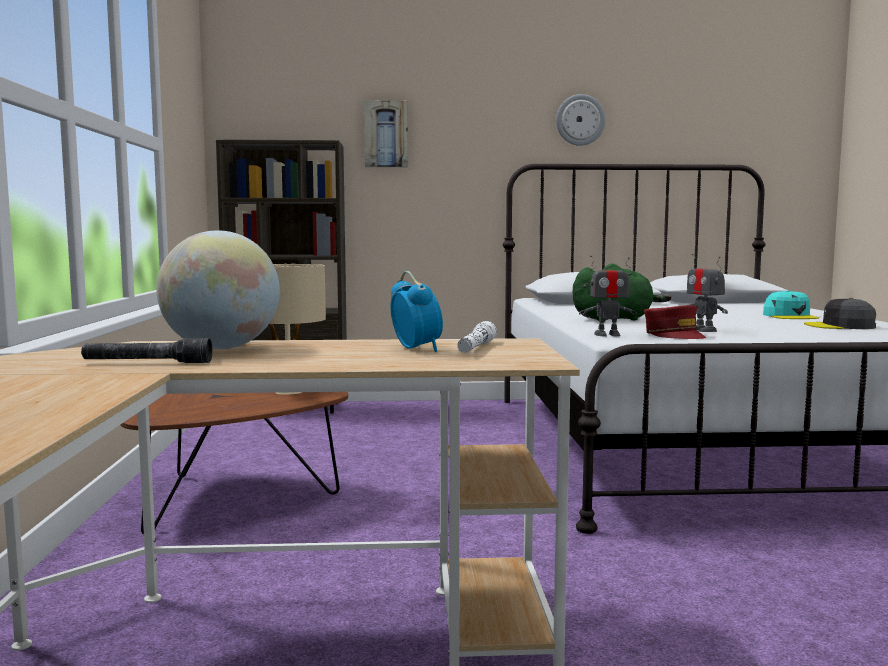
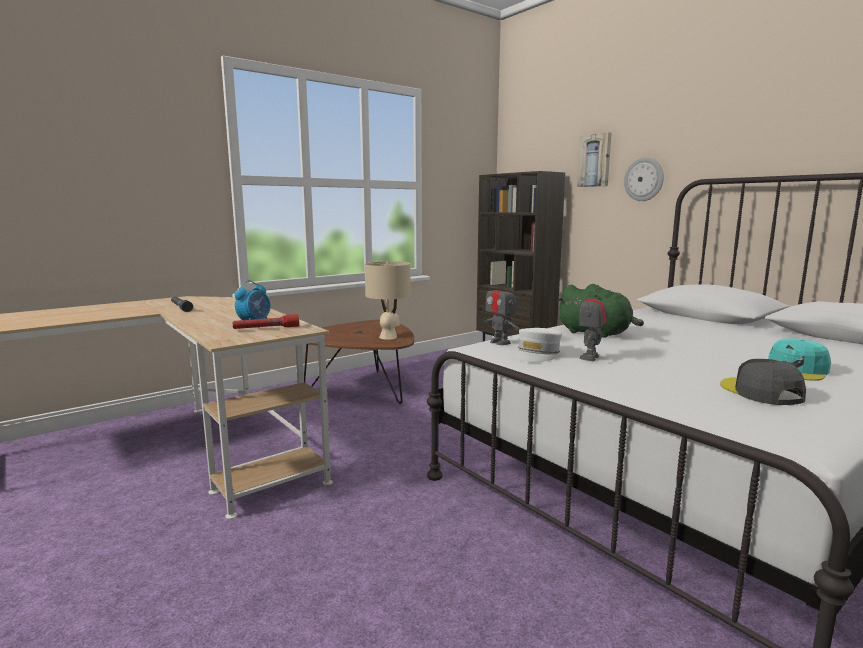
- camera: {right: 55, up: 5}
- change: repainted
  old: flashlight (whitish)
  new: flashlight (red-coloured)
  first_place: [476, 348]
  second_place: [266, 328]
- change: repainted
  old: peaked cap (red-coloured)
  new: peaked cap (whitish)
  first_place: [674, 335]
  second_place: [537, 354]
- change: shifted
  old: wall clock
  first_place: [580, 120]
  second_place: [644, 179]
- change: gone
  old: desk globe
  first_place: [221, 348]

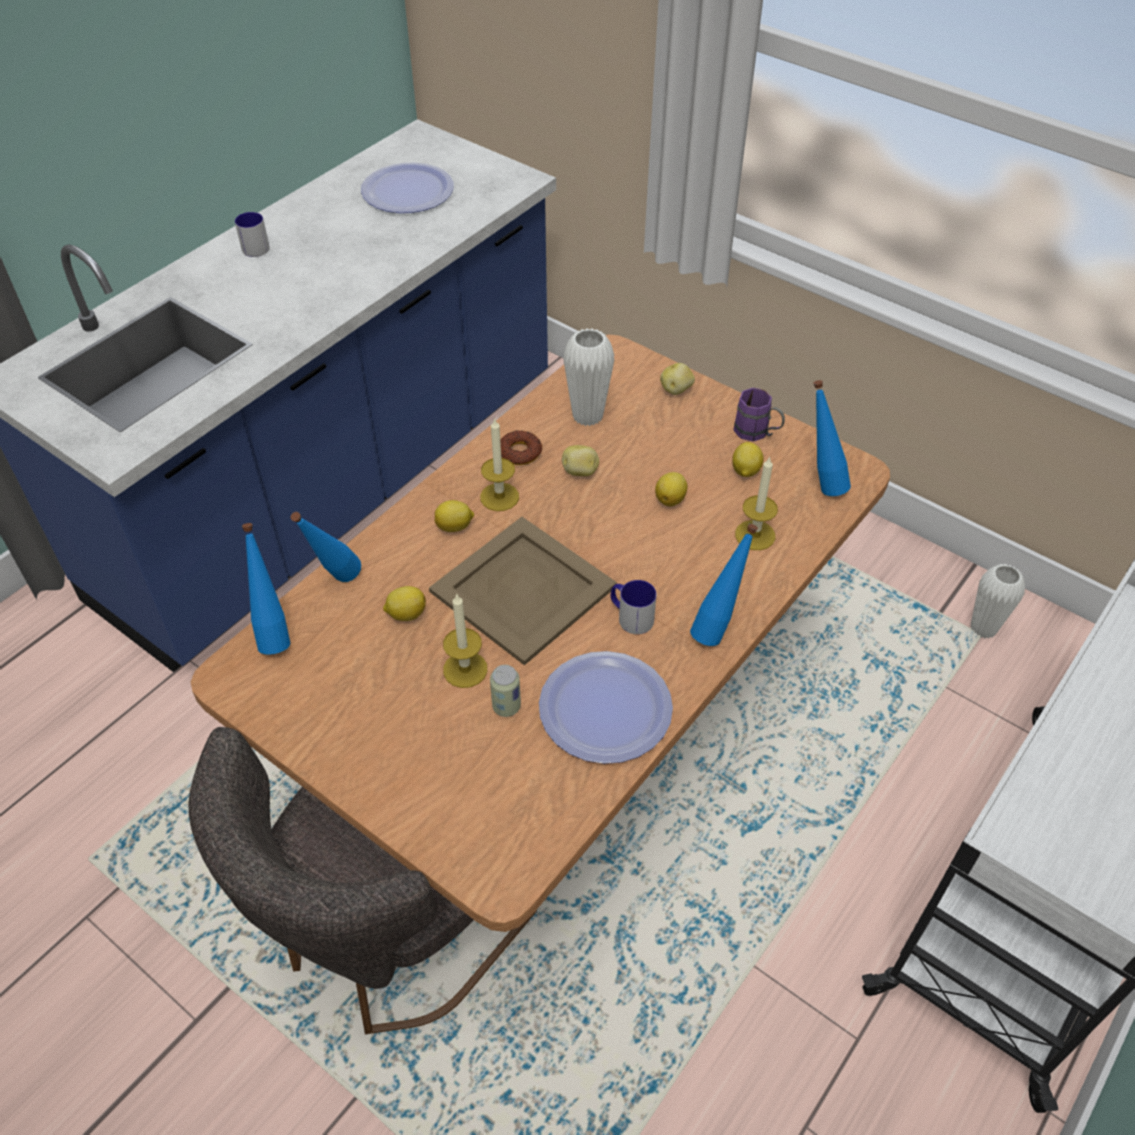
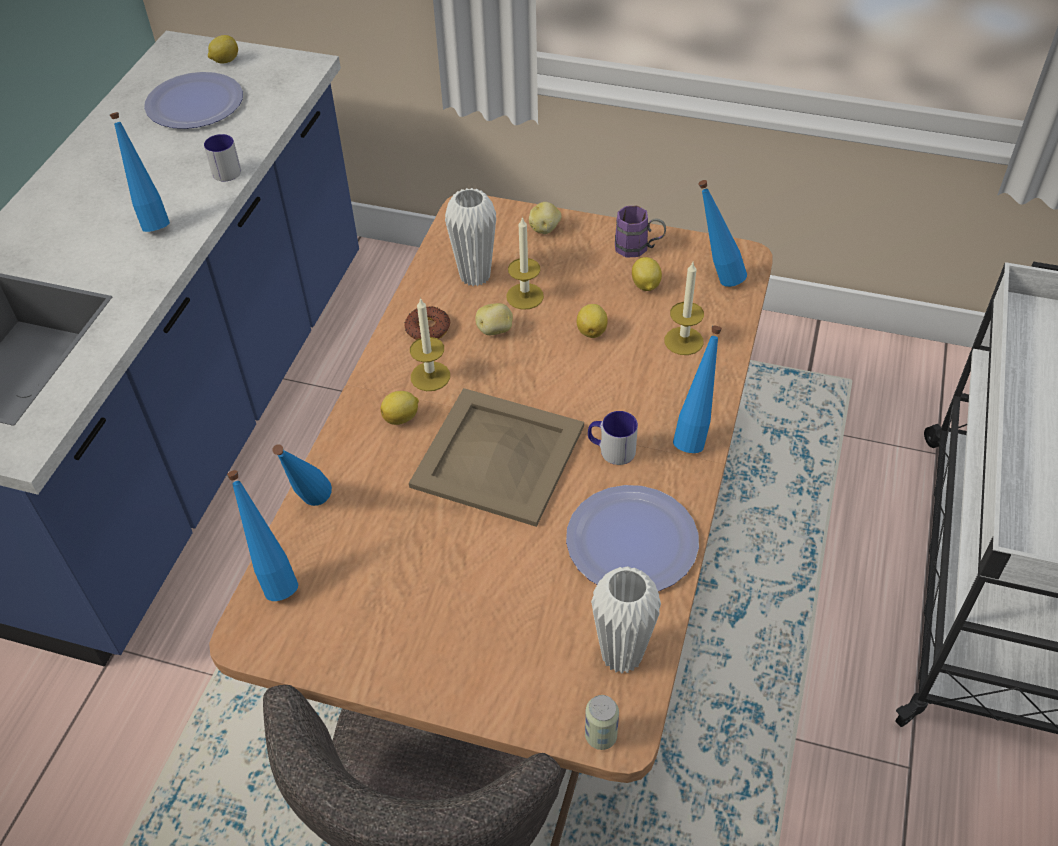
- camera: {right: -20, up: 0}
- change: new
  new: beverage bottle (bluish)
  second_place: [152, 220]
- change: shifted
  old: tea mug
  first_place: [255, 246]
  second_place: [223, 169]
- change: shifted
  old: citrus fruit
  first_place: [406, 614]
  second_place: [225, 61]
- change: shifted
  old: candle
  first_place: [465, 669]
  second_place: [525, 296]
- change: shifted
  old: sealed can
  first_place: [506, 706]
  second_place: [600, 736]
- change: shifted
  old: flower vase (whitish)
  first_place: [983, 628]
  second_place: [621, 656]

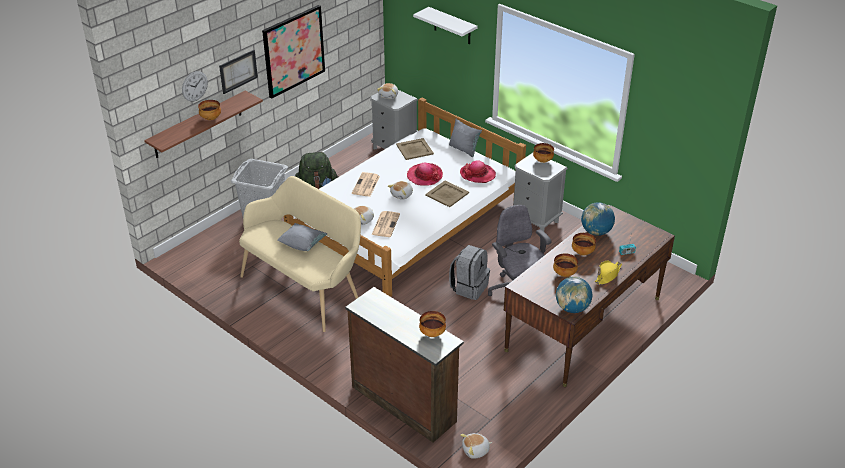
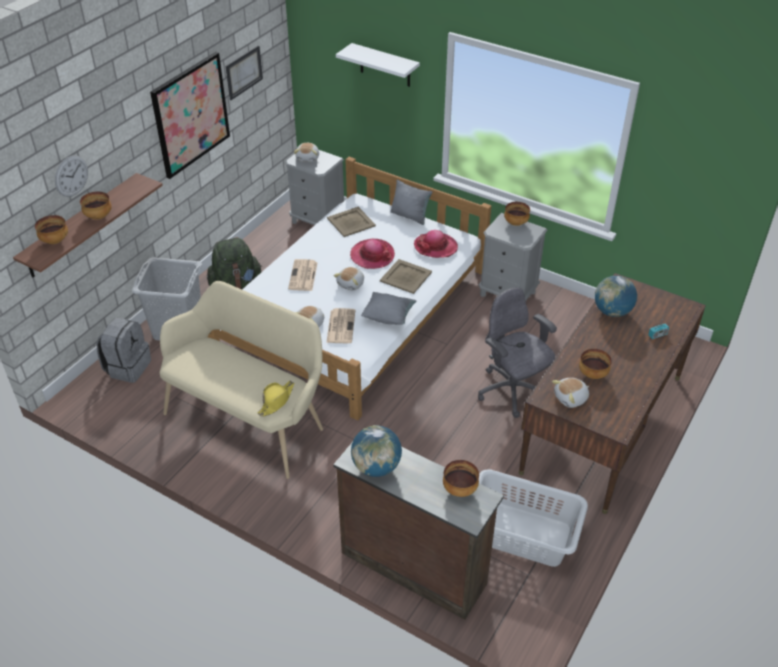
- camera: {right: -10, up: 5}
- change: shifted
  old: deep dish
  first_place: [582, 252]
  second_place: [54, 241]
- change: shifted
  old: knapsack (greyish)
  first_place: [469, 287]
  second_place: [127, 367]
- change: shifted
  old: wall picture
  first_place: [238, 71]
  second_place: [243, 72]
- change: shifted
  old: clothing hat (yellowish)
  first_place: [608, 275]
  second_place: [276, 401]
- change: shifted
  old: desk globe
  first_place: [572, 308]
  second_place: [376, 467]
- change: shifted
  old: pillow (greyish)
  first_place: [302, 245]
  second_place: [388, 317]
- change: new
  new: laundry basket (greyish)
  second_place: [522, 534]
- change: shifted
  old: soft toy
  first_place: [476, 451]
  second_place: [571, 398]

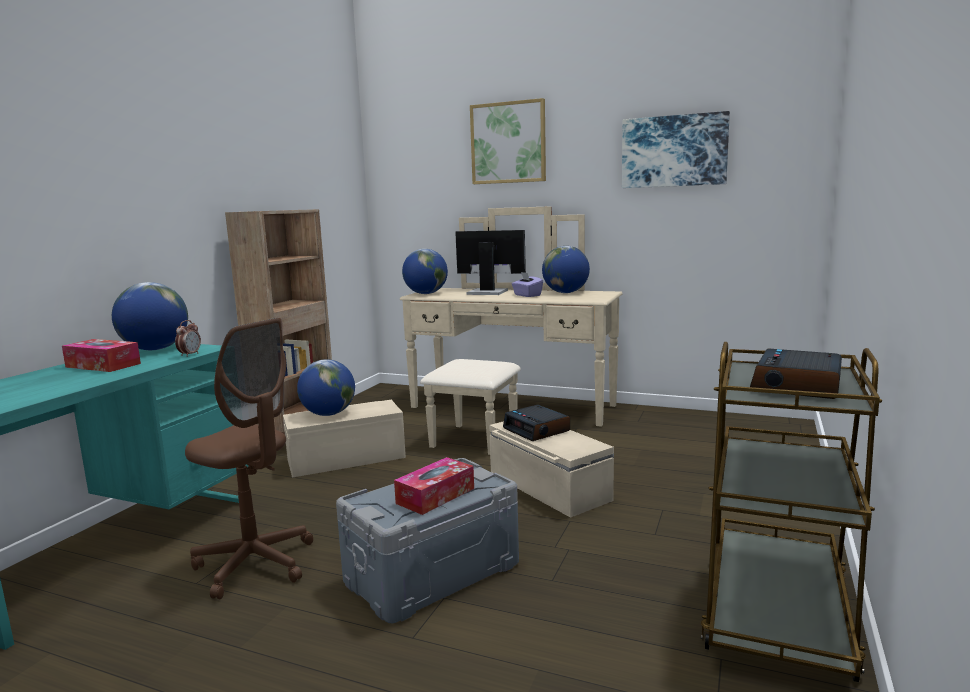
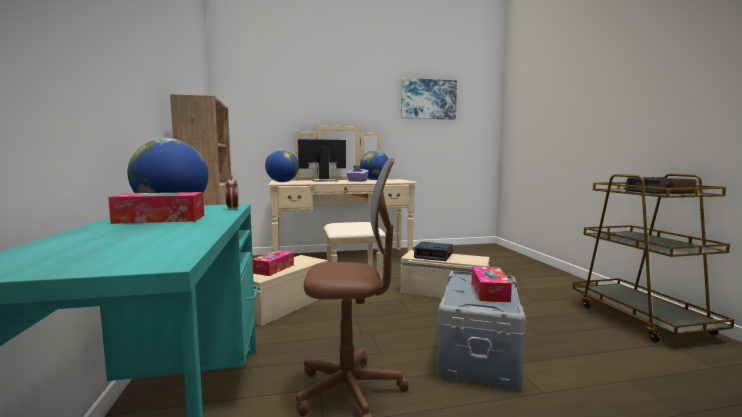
- camera: {right: -35, up: -5}
- change: swapped
  old: desk globe
  new: tissue holder
  first_place: [328, 414]
  second_place: [273, 269]
- change: gone
  old: wall picture
  first_place: [508, 143]

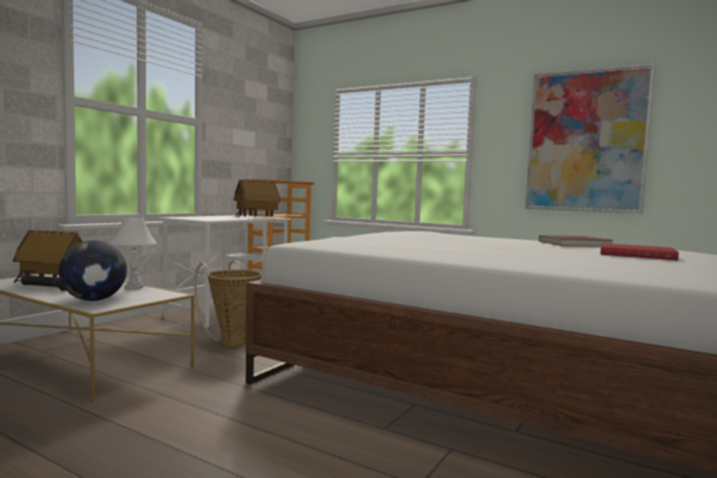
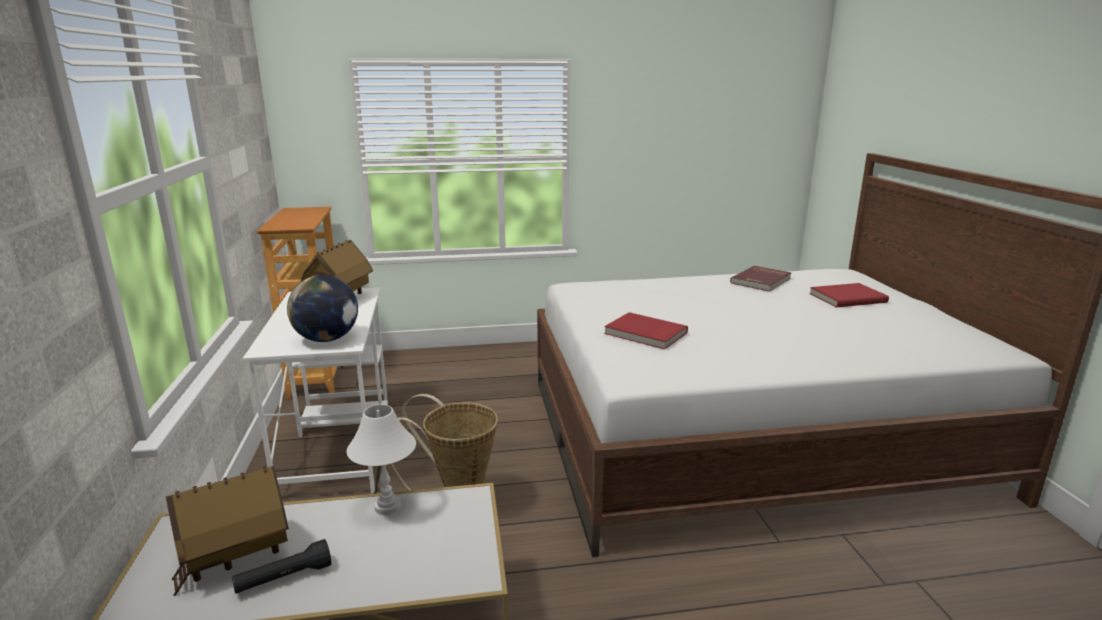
- camera: {right: -40, up: 15}
- change: shifted
  old: desk globe
  first_place: [94, 300]
  second_place: [327, 339]
- change: new
  new: book (red-coloured)
  second_place: [645, 333]
- change: gone
  old: wall picture
  first_place: [586, 141]

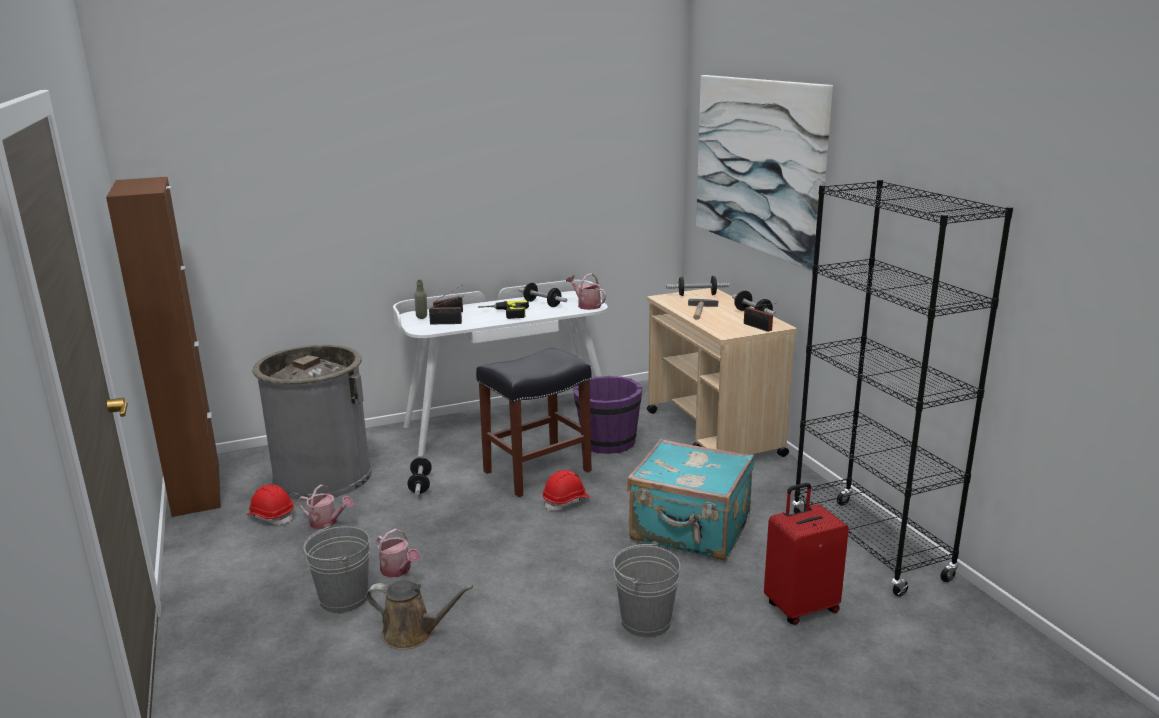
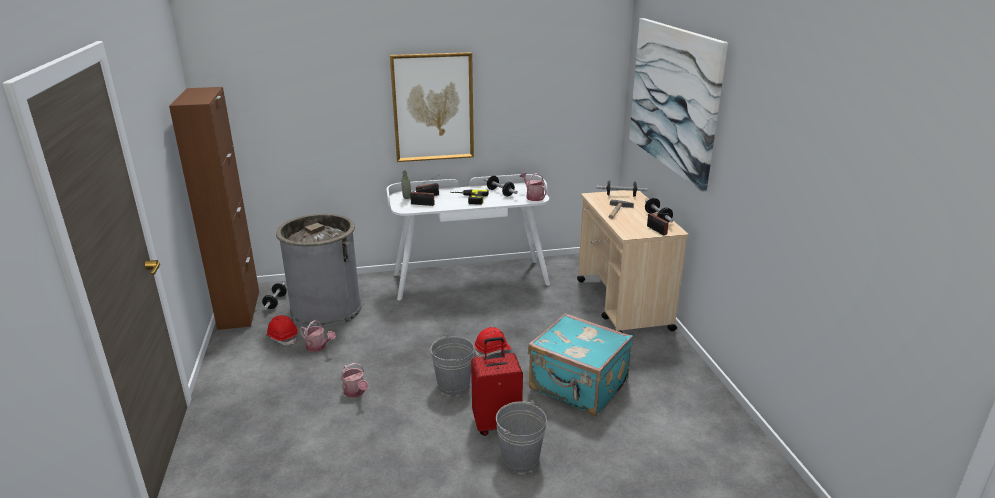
- camera: {right: 10, up: 5}
- change: shifted
  old: hand weight
  first_place: [420, 484]
  second_place: [275, 302]
- change: new
  new: wall picture
  second_place: [433, 107]
- change: shifted
  old: water bucket (greyish)
  first_place: [344, 598]
  second_place: [453, 385]
- change: shifted
  old: suitcase (red-coloured)
  first_place: [800, 607]
  second_place: [497, 423]
- change: gone
  old: sprinkling can (brownish)
  first_place: [413, 633]
- change: gone
  old: sitting stool (black)
  first_place: [536, 472]
- change: gone
  old: water bucket (purplish)
  first_place: [607, 443]
- change: gone
  old: bookshelf (black)
  first_place: [869, 546]

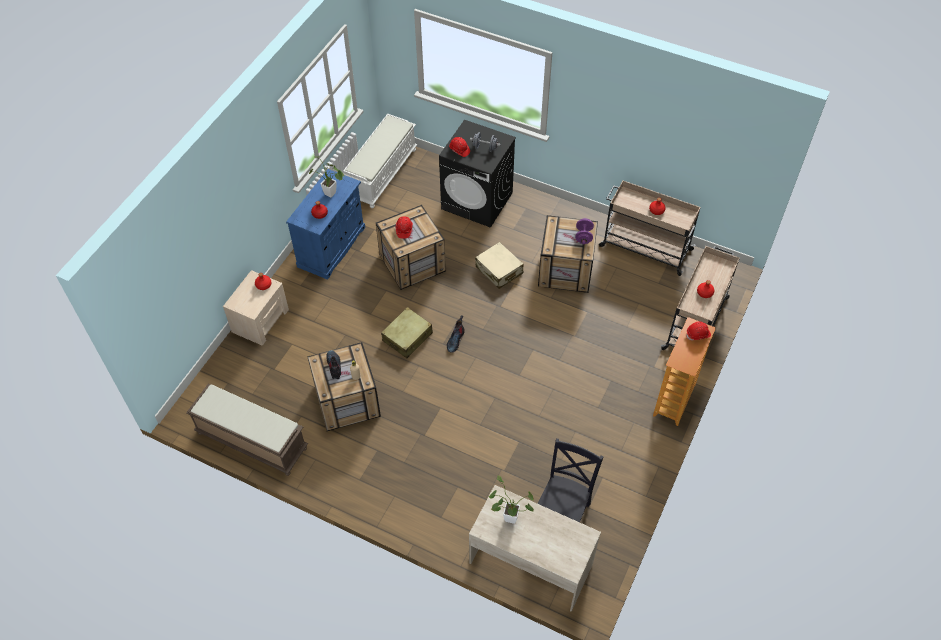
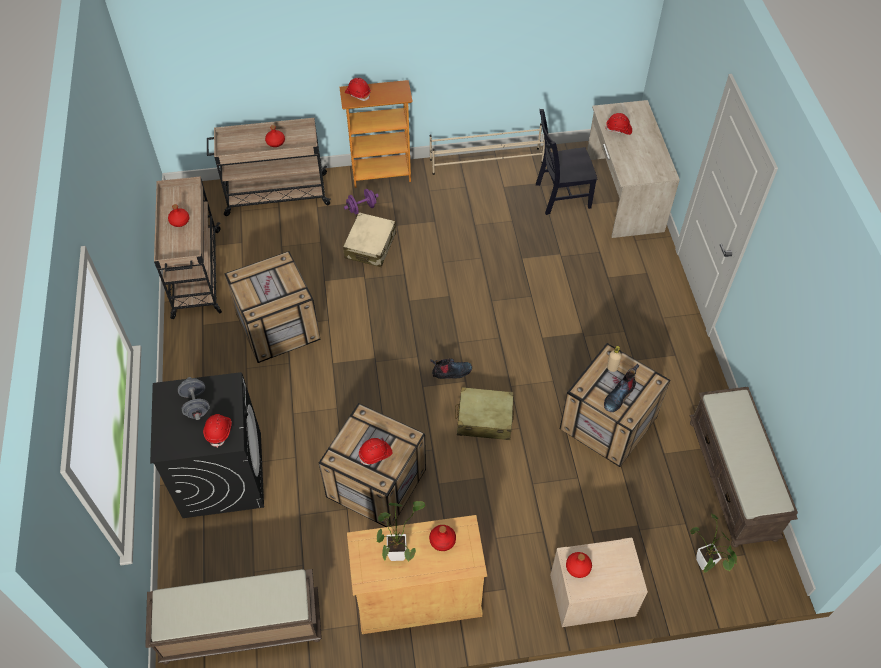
- camera: {right: -125, up: 0}
- change: repainted
  old: bench (whitish)
  new: bench (brownish)
  first_place: [382, 173]
  second_place: [240, 629]
- change: shifted
  old: suitcase (beige)
  first_place: [499, 270]
  second_place: [370, 246]
- change: shifted
  old: hand weight (purplish)
  first_place: [583, 236]
  second_place: [361, 208]
- change: repainted
  old: cupboard (bluish)
  new: cupboard (beige)
  first_place: [332, 247]
  second_place: [418, 597]
- change: new
  new: shoe rack (beige)
  second_place: [487, 161]
- change: new
  new: hard hat (red-coloured)
  second_place: [618, 129]
- change: shifted
  old: houseplant
  first_place: [507, 517]
  second_place: [705, 566]

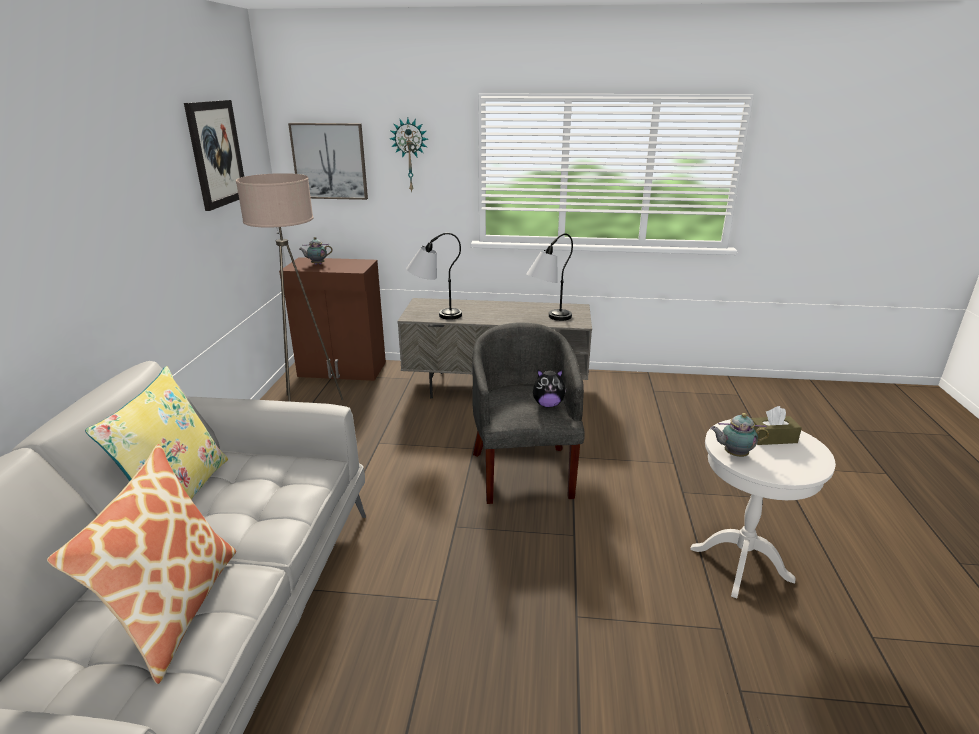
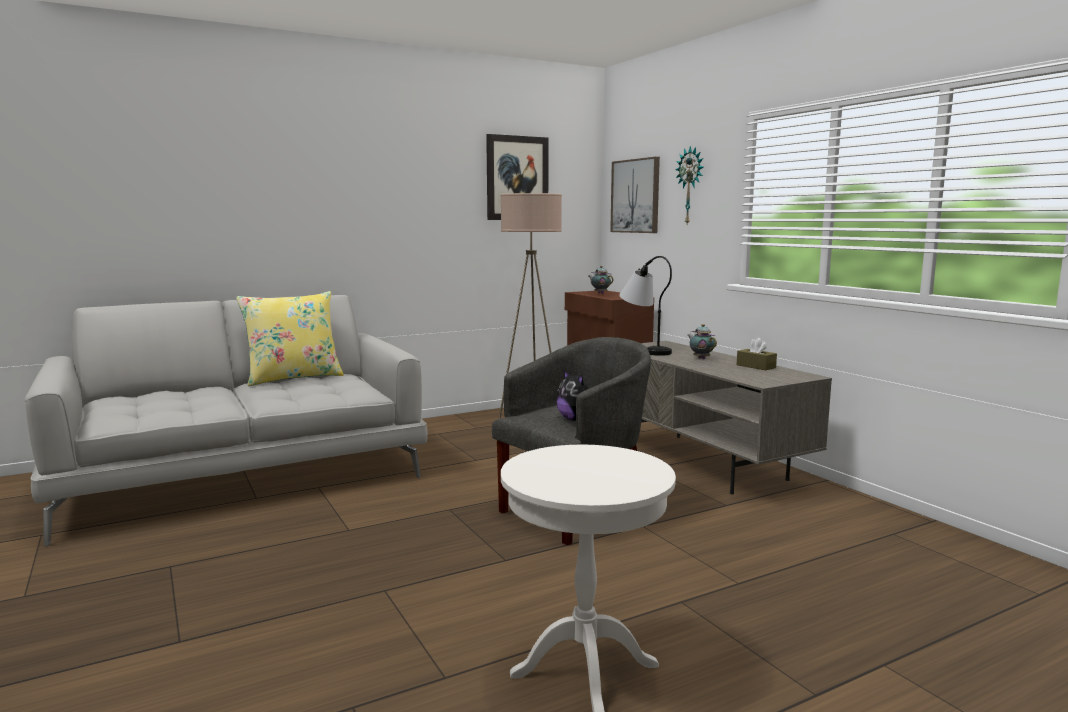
- camera: {right: 55, up: -15}
- change: shifted
  old: pot for tea
  first_place: [733, 454]
  second_place: [700, 358]
- change: shifted
  old: tissue holder (brownish)
  first_place: [772, 438]
  second_place: [756, 366]
- change: gone
  old: pillow
  first_place: [175, 609]
- change: gone
  old: table lamp
  first_place: [547, 319]

